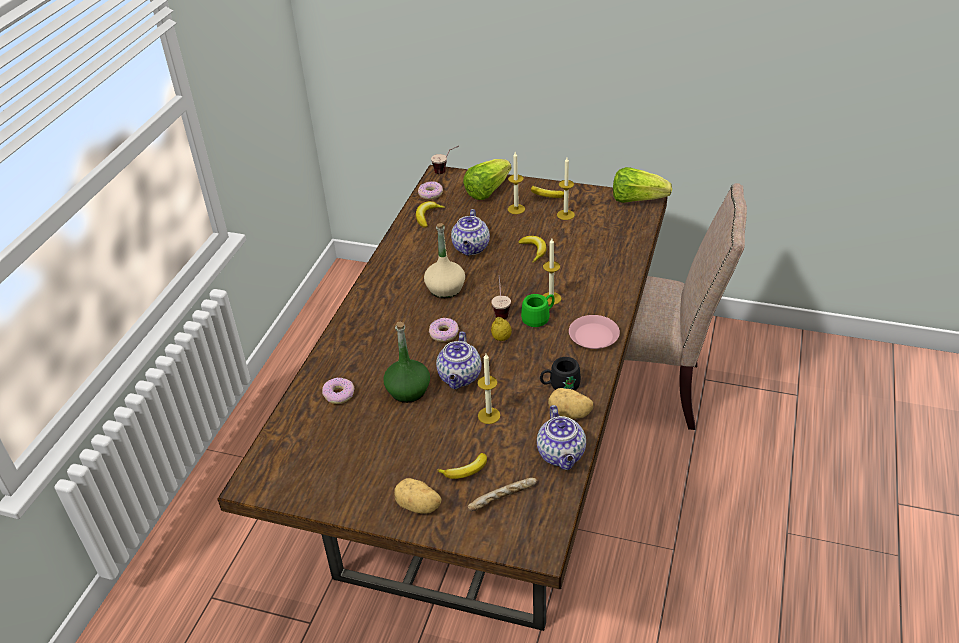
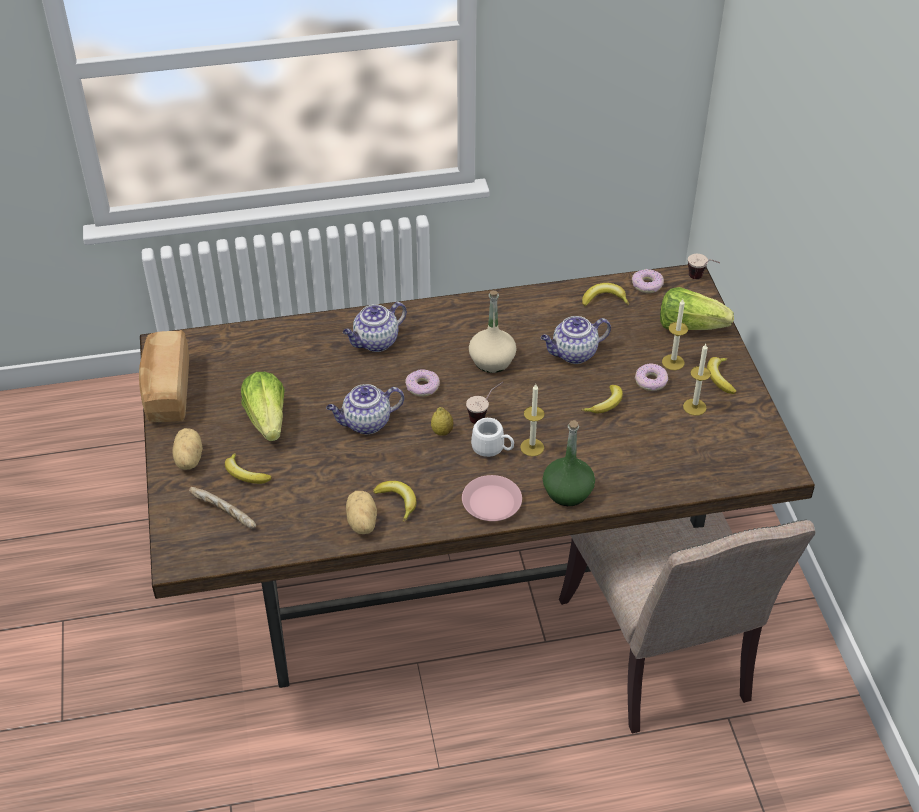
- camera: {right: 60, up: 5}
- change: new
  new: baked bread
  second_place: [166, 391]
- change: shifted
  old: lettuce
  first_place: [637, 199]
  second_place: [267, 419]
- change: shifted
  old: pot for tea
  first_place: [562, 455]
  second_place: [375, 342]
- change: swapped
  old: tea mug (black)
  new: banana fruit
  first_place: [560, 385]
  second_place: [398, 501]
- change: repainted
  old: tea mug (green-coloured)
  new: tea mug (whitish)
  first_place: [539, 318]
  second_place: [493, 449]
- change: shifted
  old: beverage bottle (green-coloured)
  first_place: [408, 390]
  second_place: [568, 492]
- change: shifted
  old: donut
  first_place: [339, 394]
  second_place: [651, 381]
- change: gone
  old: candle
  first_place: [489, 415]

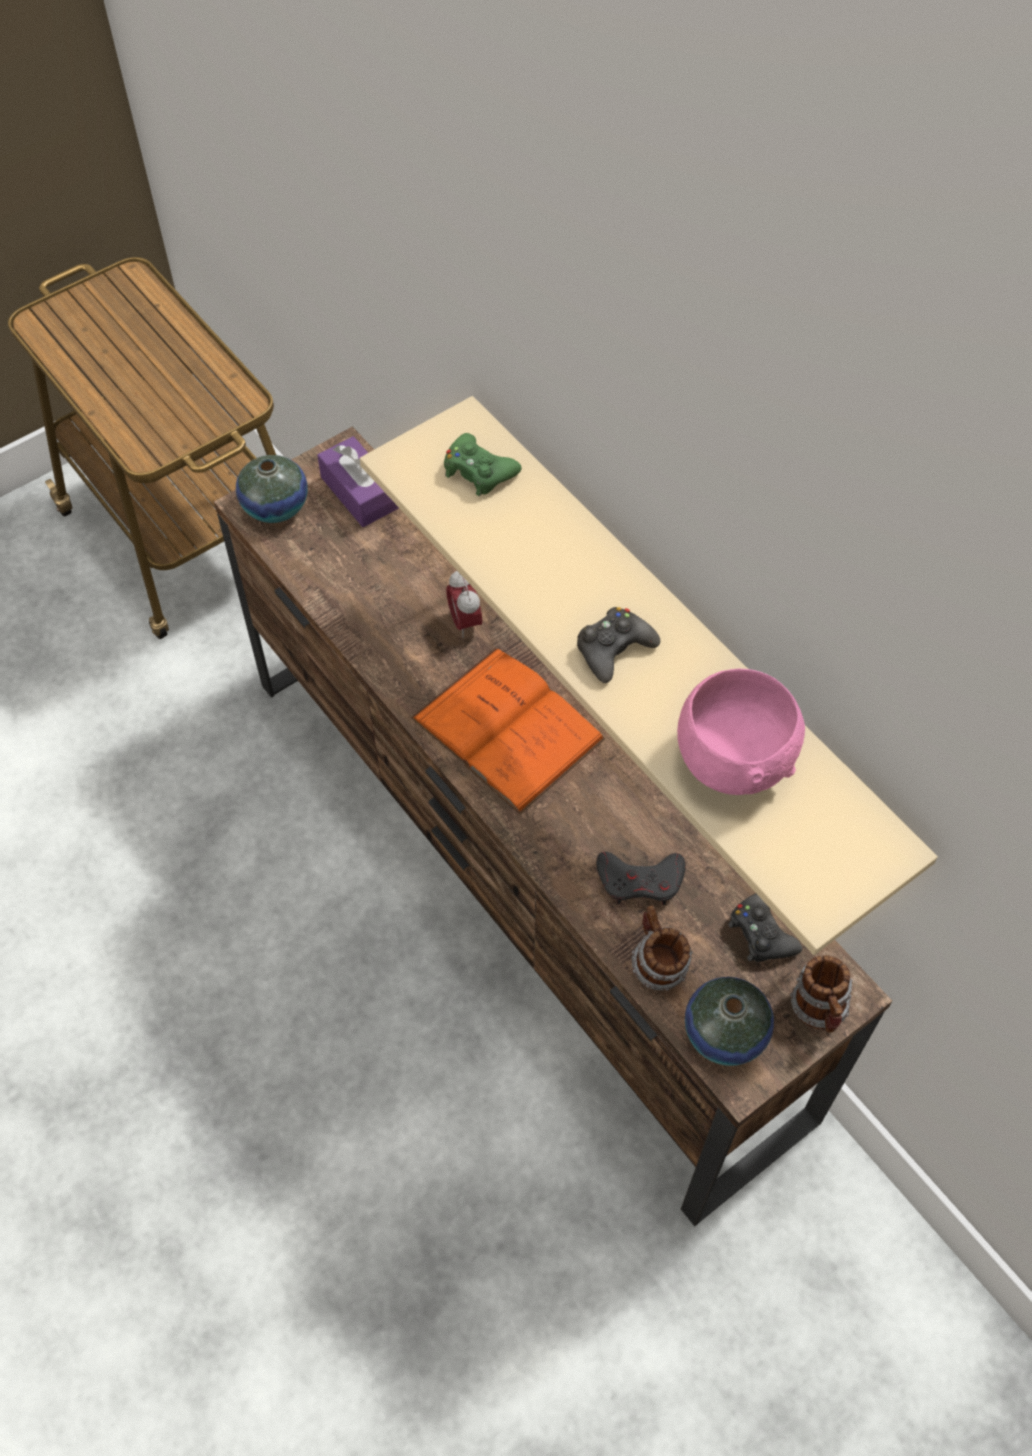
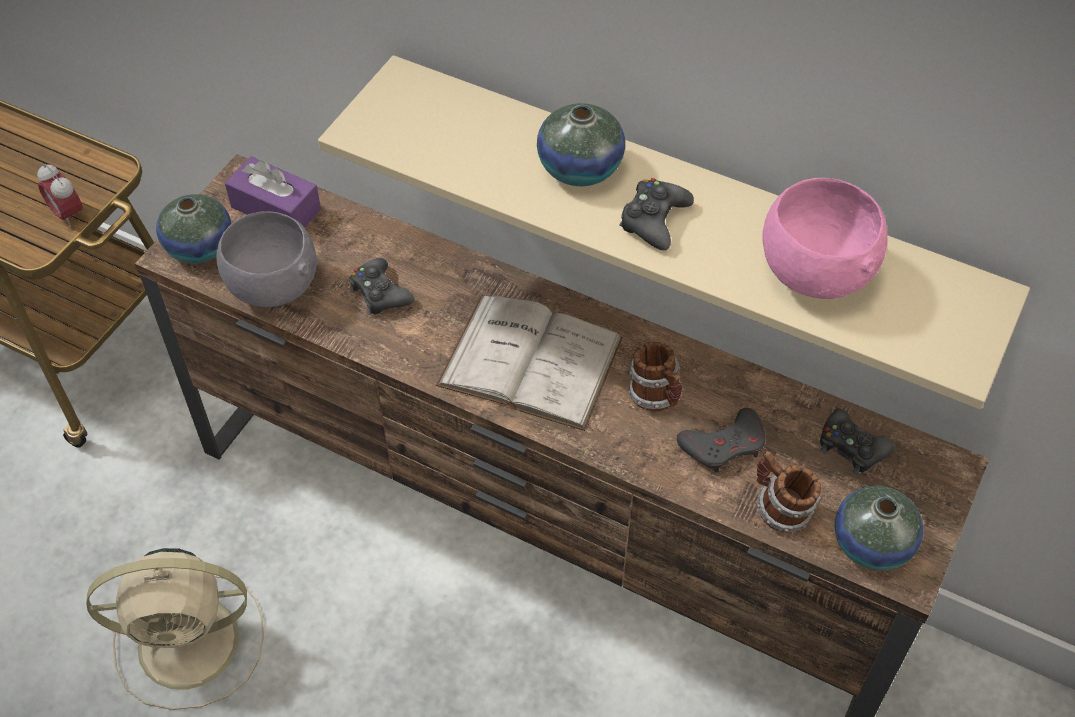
- camera: {right: -25, up: -5}
- change: shifted
  old: table clock
  first_place: [465, 622]
  second_place: [68, 214]
- change: new
  new: electric fan (beige)
  second_place: [193, 642]
- change: new
  new: deep dish (greyish)
  second_place: [272, 286]
- change: new
  new: gamepad (black)
  second_place: [380, 293]
- change: repainted
  old: book (orange-coloured)
  new: book (whitish)
  first_place: [507, 728]
  second_place: [530, 361]
- change: new
  new: flower vase
  second_place: [580, 168]
- change: shifted
  old: tea mug
  first_place: [819, 1009]
  second_place: [656, 397]
- change: gone
  old: gamepad (green-coloured)
  first_place: [478, 471]

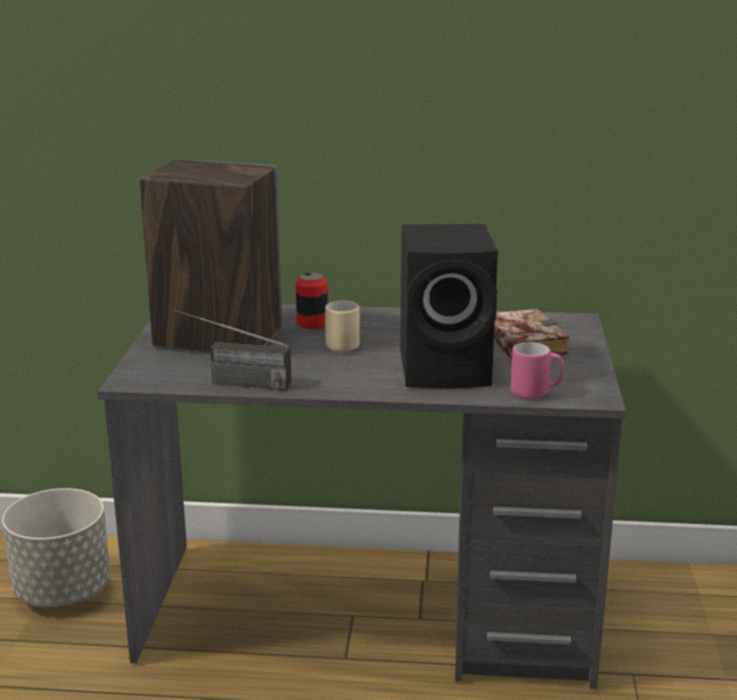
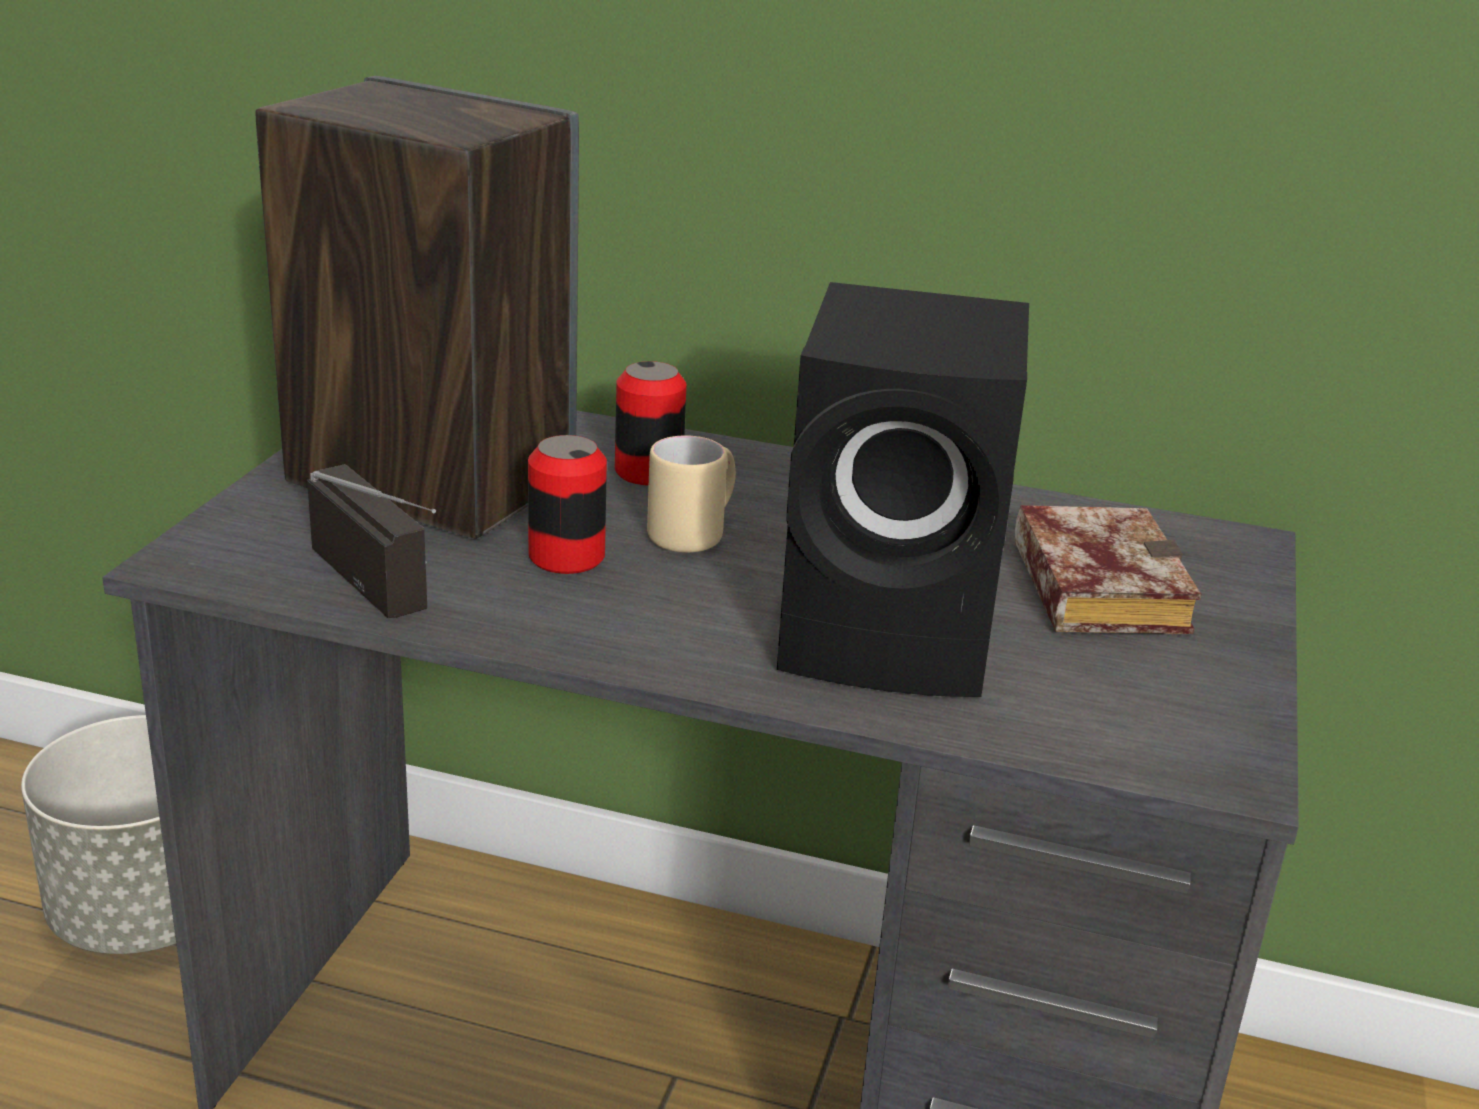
- camera: {right: 10, up: 5}
- change: rotated
  old: radio set
  first_place: [231, 382]
  second_place: [394, 596]
  degrees: -150
- change: new
  new: sealed can
  second_place: [566, 557]
- change: gone
  old: tea mug (pinkish)
  first_place: [536, 393]

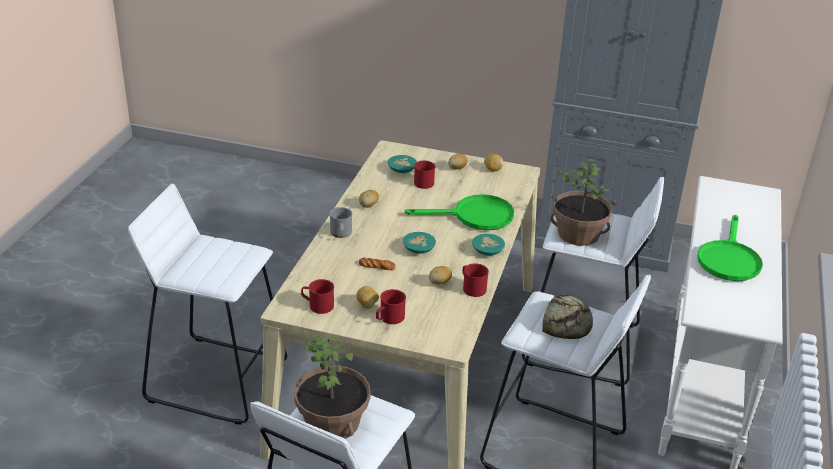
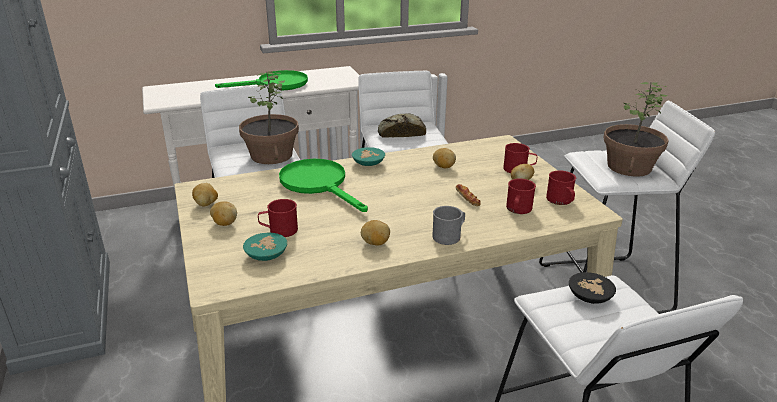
- camera: {right: -125, up: -5}
- change: shifted
  old: tea mug (red-coloured)
  first_place: [472, 287]
  second_place: [518, 210]
- change: new
  new: deep dish (black)
  second_place: [590, 297]
- change: gone
  old: deep dish (blue-green)
  first_place: [417, 249]

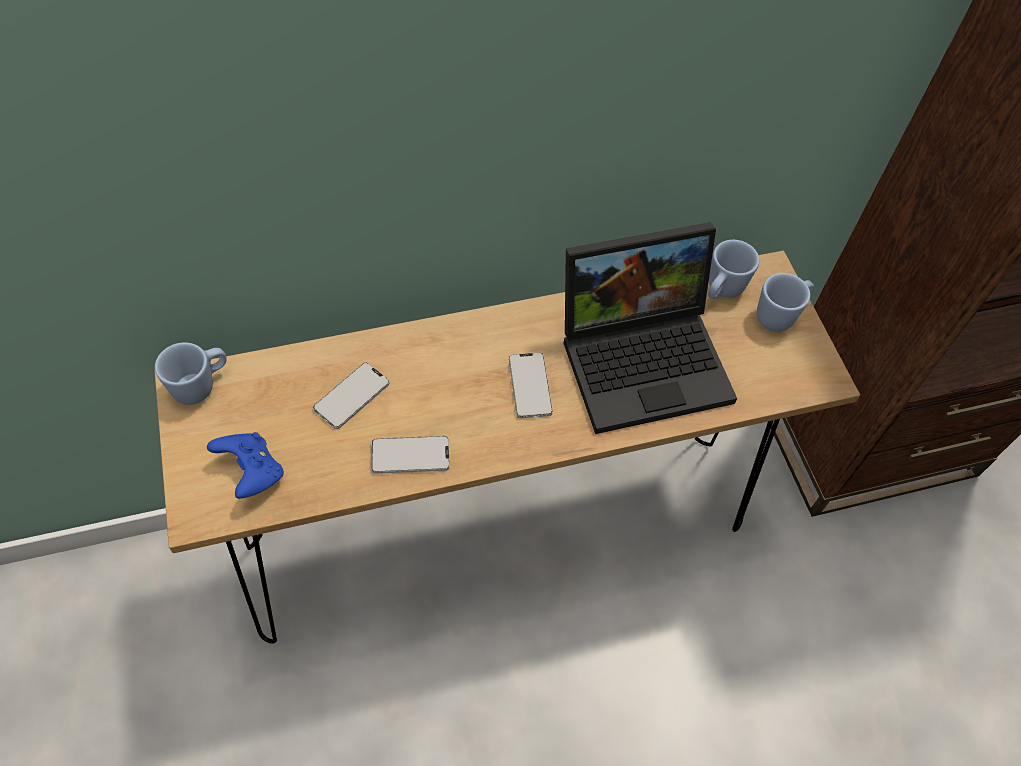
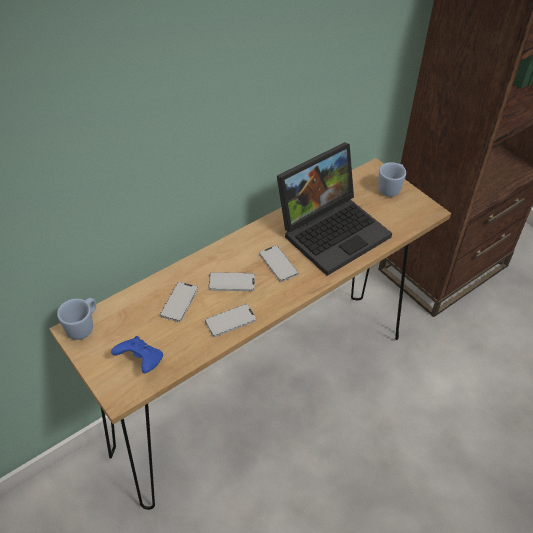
- camera: {right: -20, up: -10}
- change: new
  new: phone
  second_place: [231, 282]
- change: gone
  old: tea mug (bluish)
  first_place: [721, 290]

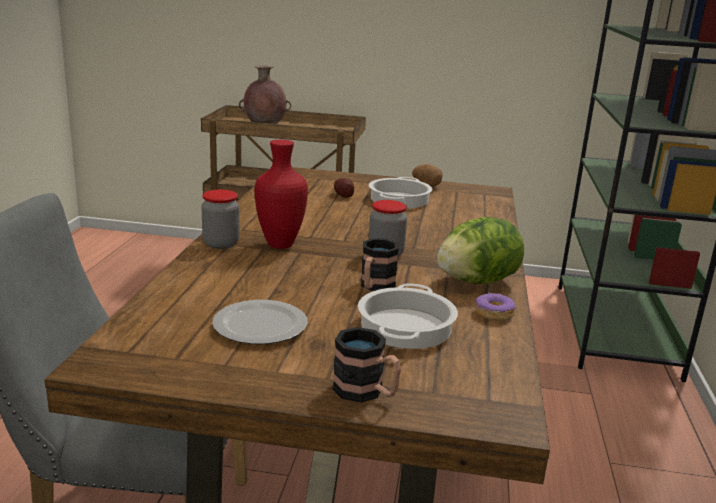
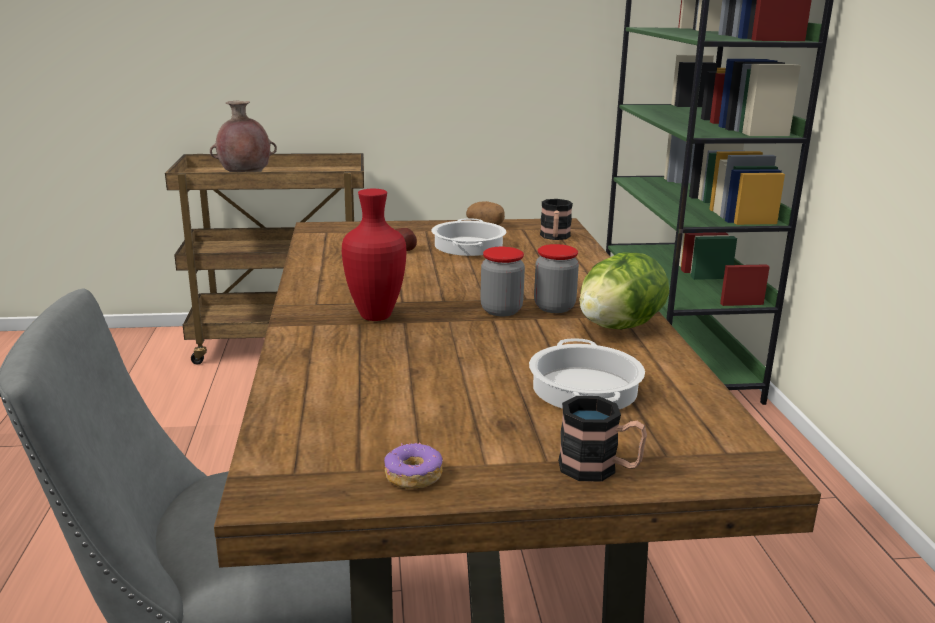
- camera: {right: -15, up: 0}
- change: shifted
  old: donut
  first_place: [493, 314]
  second_place: [412, 475]
- change: shifted
  old: jar
  first_place: [221, 244]
  second_place: [554, 307]
- change: shifted
  old: tea mug
  first_place: [375, 286]
  second_place: [555, 237]
- change: gone
  old: plate
  first_place: [258, 326]

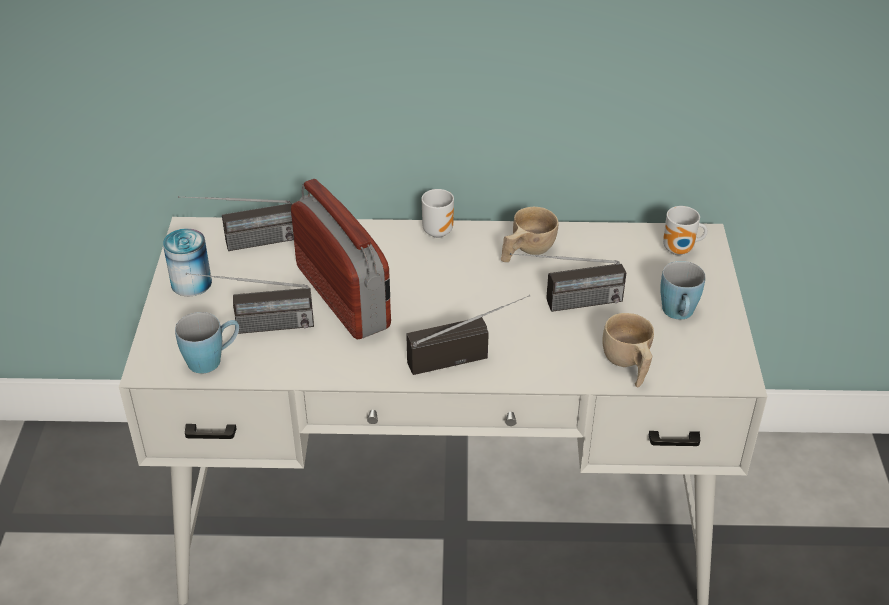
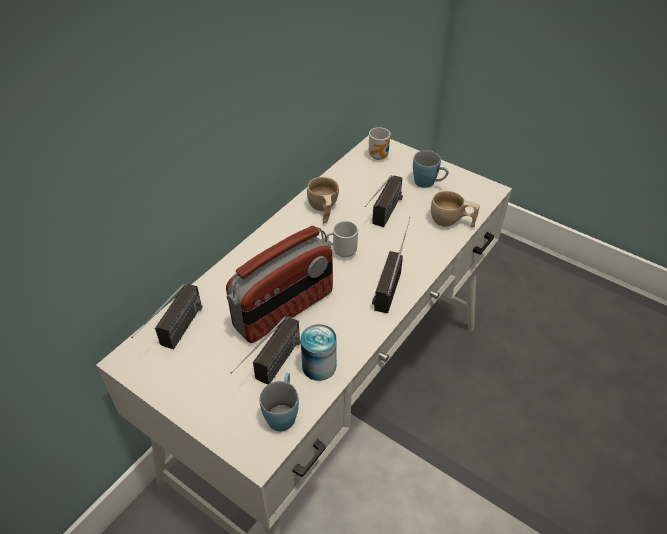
- camera: {right: -55, up: 5}
- change: rotated
  old: radio set
  first_place: [344, 297]
  second_place: [284, 310]
  degrees: 135
- change: shifted
  old: sealed can
  first_place: [191, 283]
  second_place: [319, 366]
- change: shifted
  old: tea mug
  first_place: [438, 230]
  second_place: [343, 251]

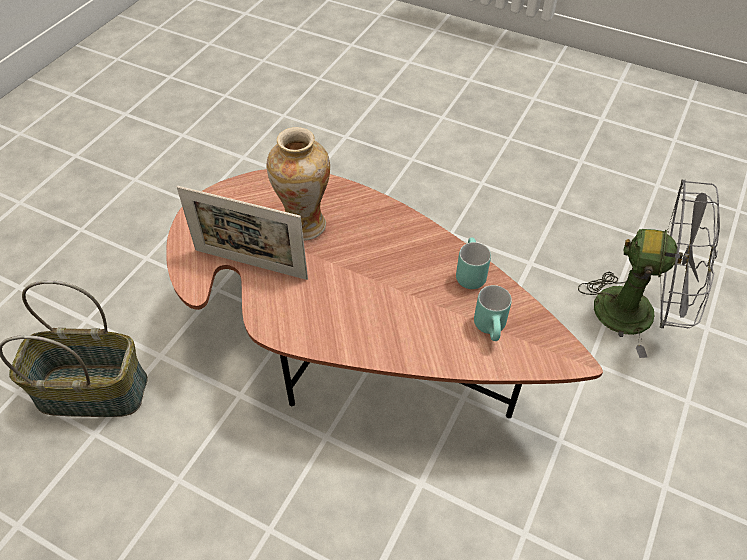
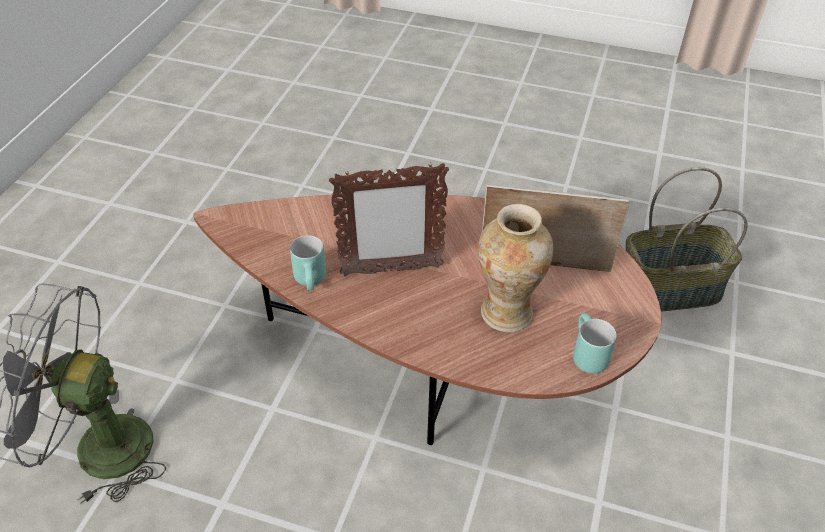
- camera: {right: 170, up: -5}
- change: new
  new: picture frame
  second_place: [390, 270]
- change: shifted
  old: tea mug (blue-green)
  first_place: [492, 329]
  second_place: [584, 354]

